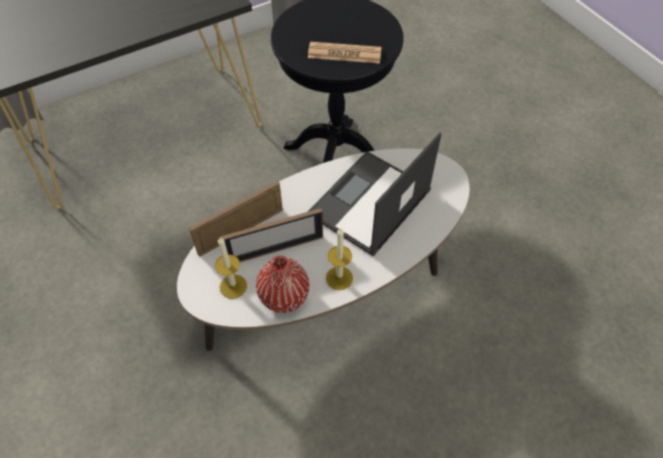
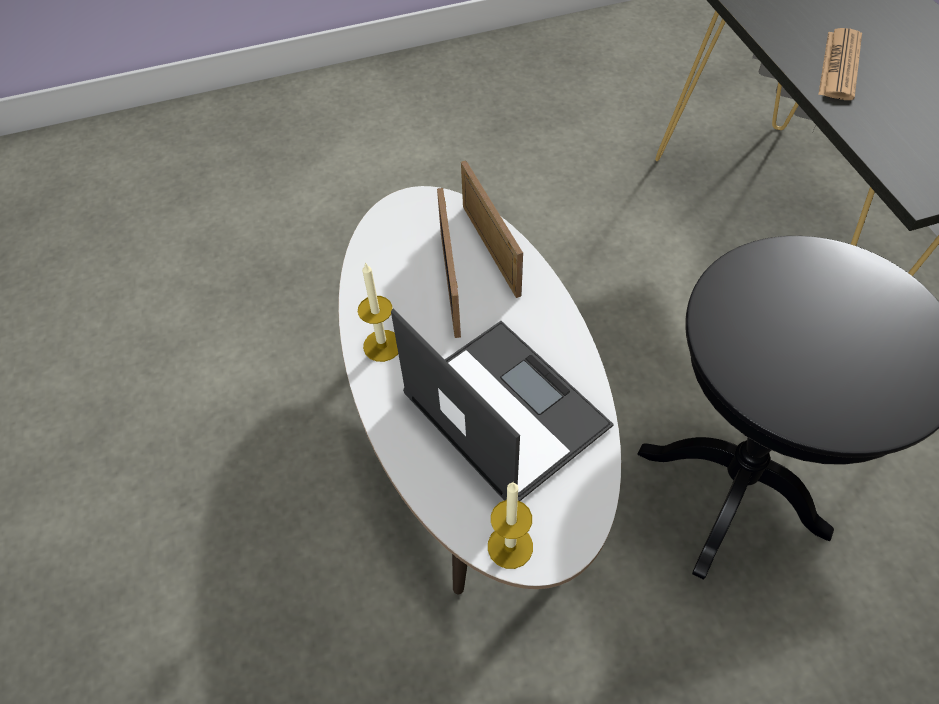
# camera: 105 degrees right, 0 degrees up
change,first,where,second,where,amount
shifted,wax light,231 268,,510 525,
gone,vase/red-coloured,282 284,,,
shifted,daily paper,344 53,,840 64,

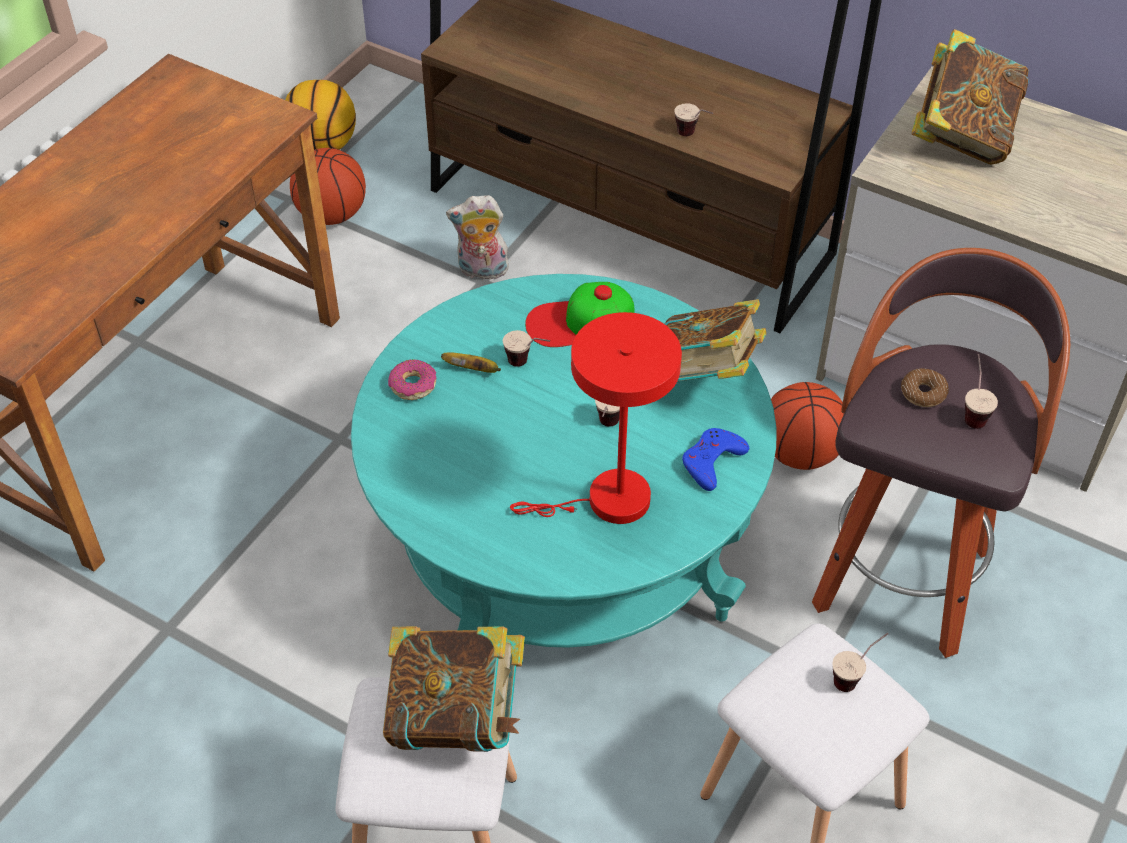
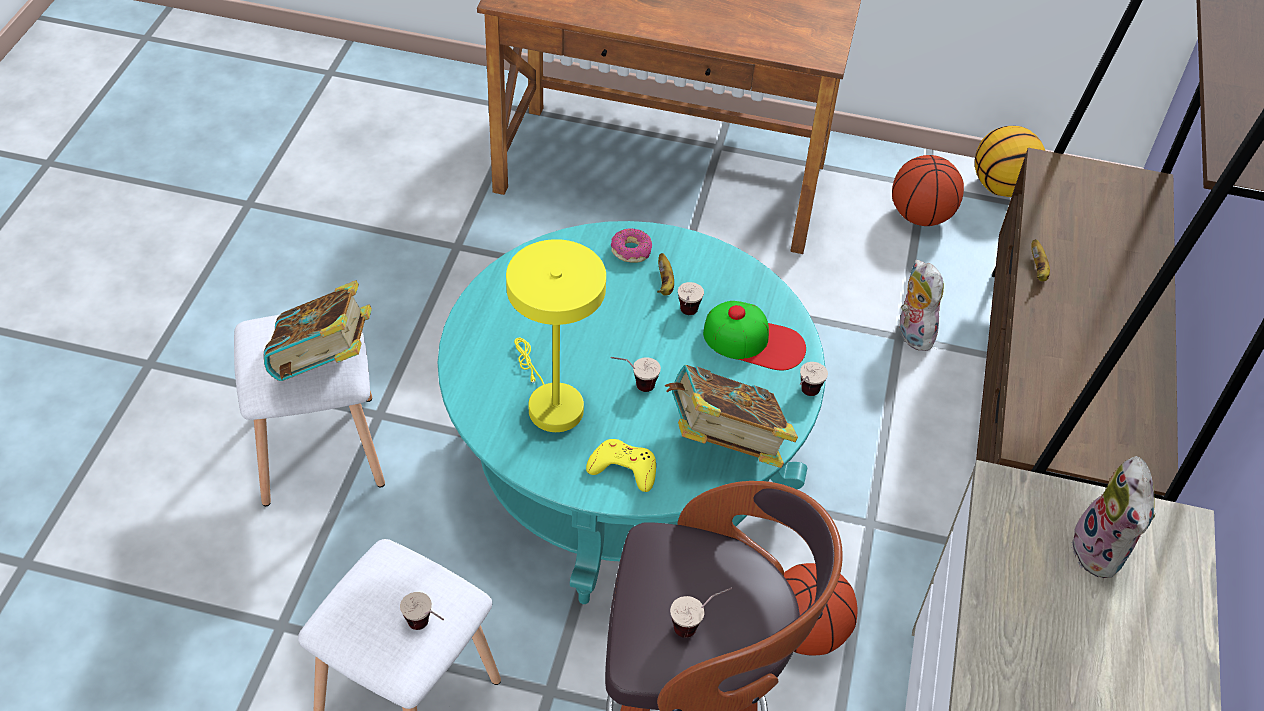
# camera: 70 degrees right, 0 degrees up
change,first,where,second,where,amount
repainted,table lamp/red-coloured,596 418,table lamp/yellowish,556 335,
rotated,peaked cap,580 314,,754 335,135 degrees clockwise
shifted,drinking cup,693 119,,814 379,
repainted,game controller/blue,715 459,game controller/yellowish,621 465,
gone,donut,925 387,,,
swapped,book,970 96,cuddly toy,1112 517,
new,,,whole banana,1040 260,

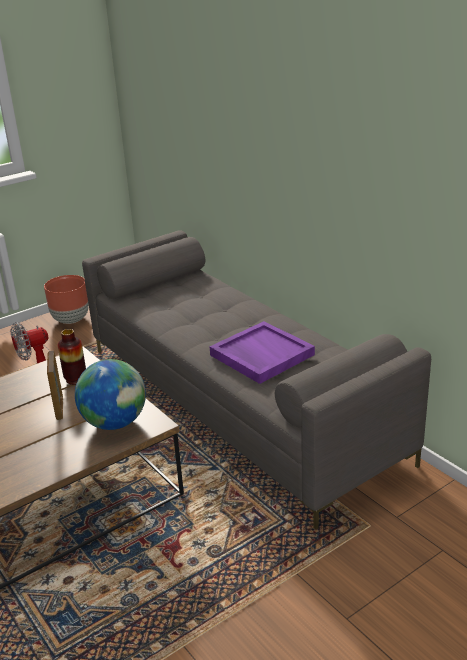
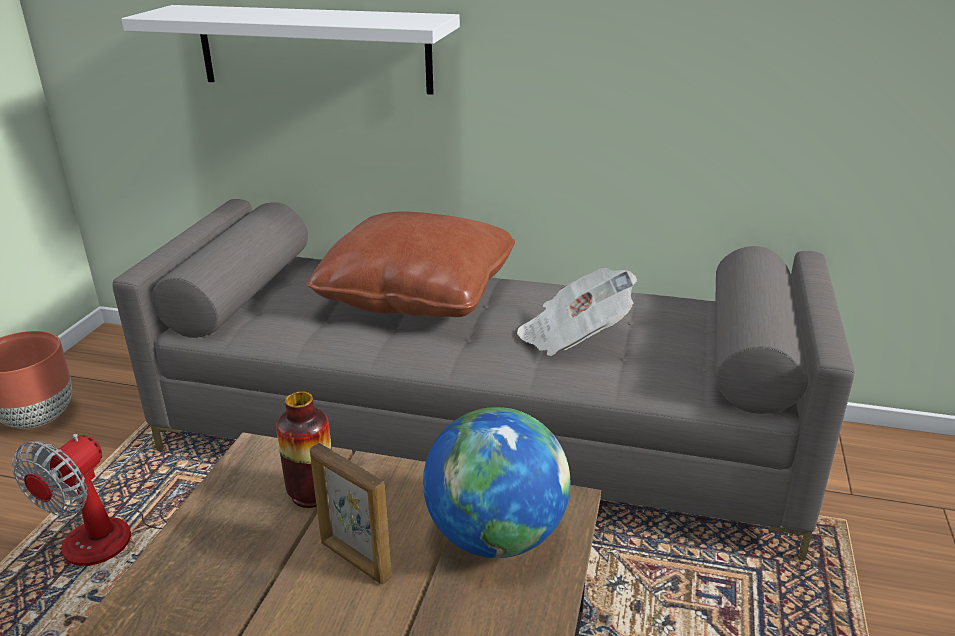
# camera: 40 degrees left, 0 degrees up
change,first,where,second,where,amount
swapped,carrying tray/purplish,262 352,daily paper,577 312,
new,,,wall shelf/whitish,291 50,
new,,,throw pillow/brownish,410 265,

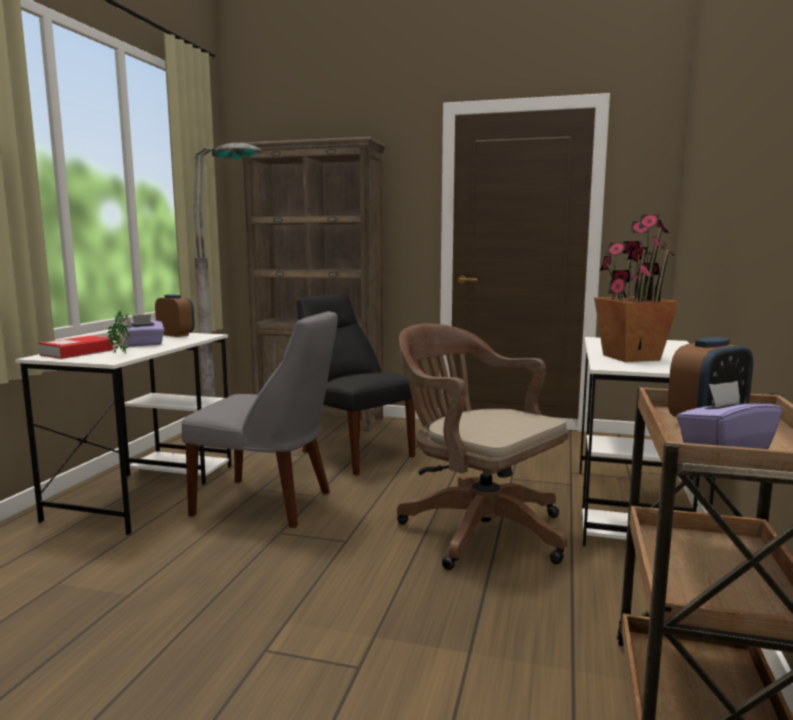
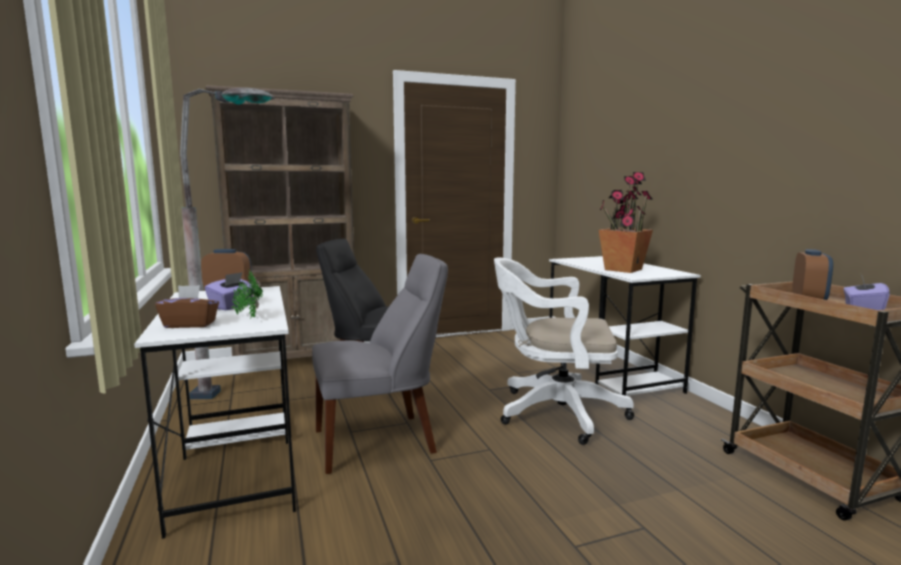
# camera: 35 degrees left, 0 degrees up
change,first,where,second,where,amount
swapped,book,76 347,box of tissues/brownish,187 306,
repainted,office chair/brownish,483 447,office chair/whitish,564 351,

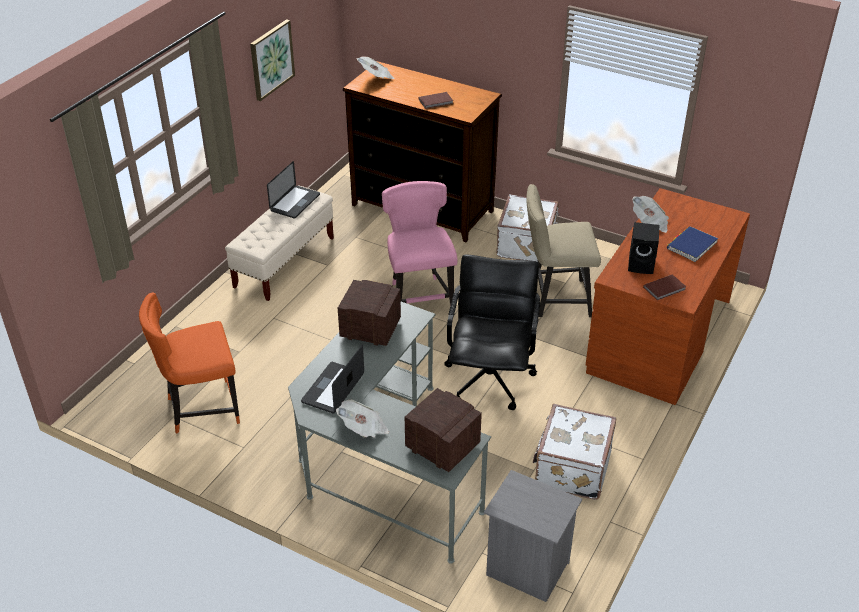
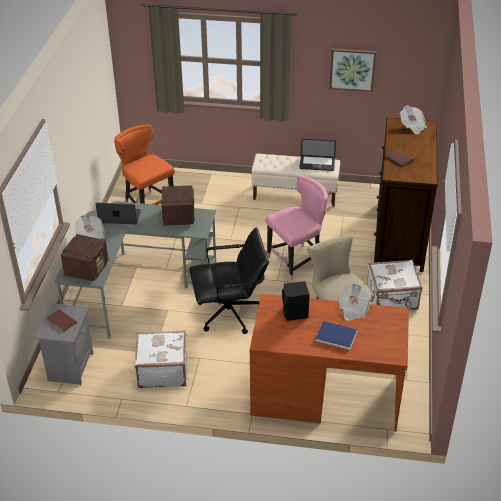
# camera: 70 degrees right, 0 degrees up
change,first,where,second,where,amount
shifted,book/brownish,664 287,,62 320,

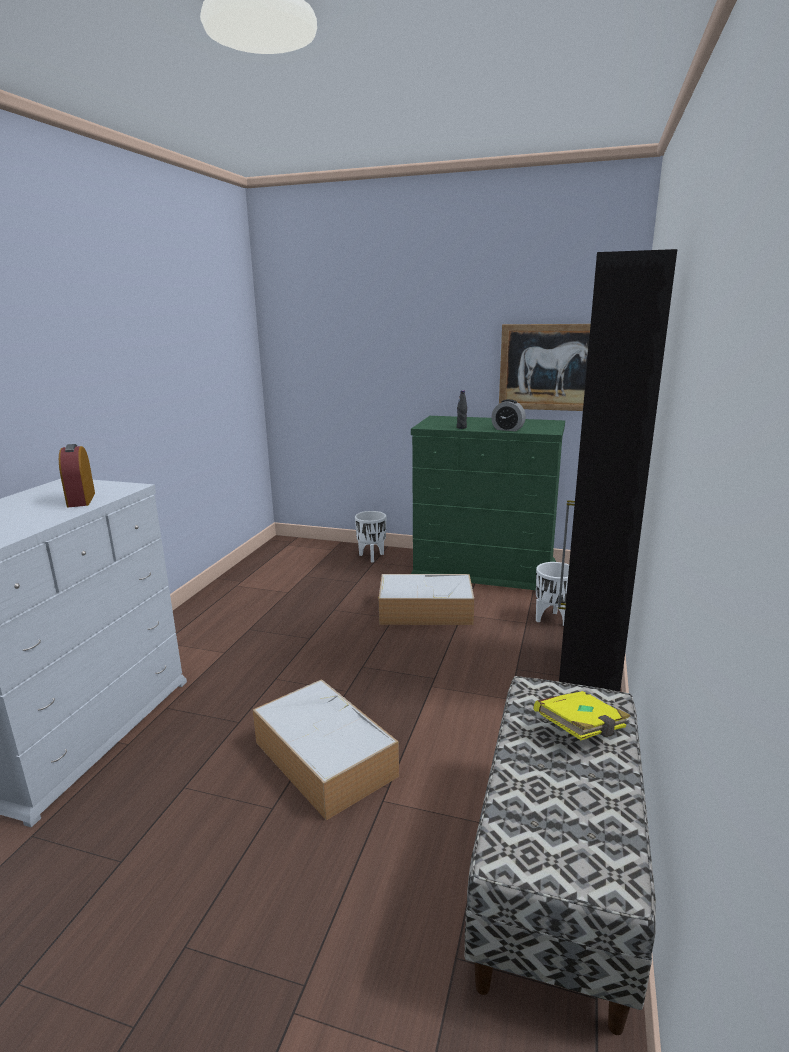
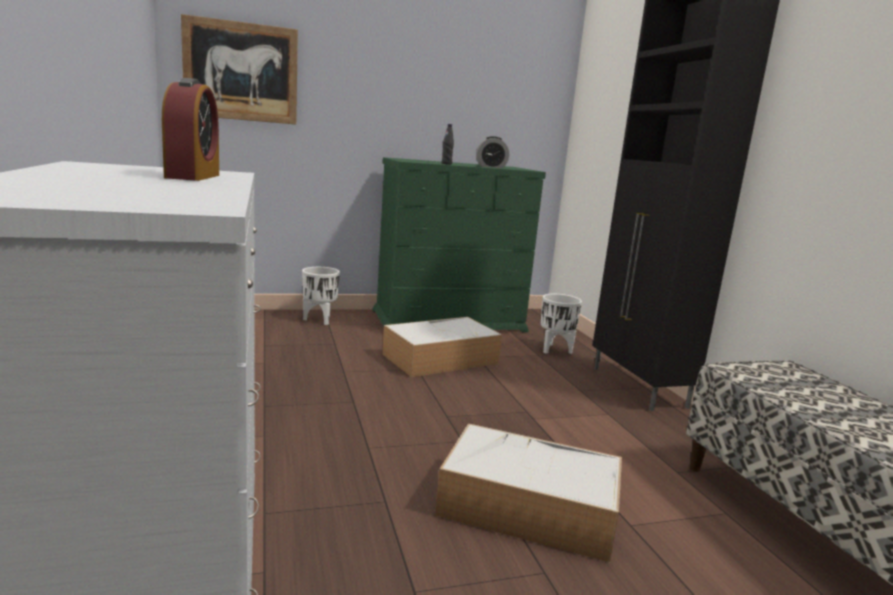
# camera: 35 degrees left, 5 degrees down
change,first,where,second,where,amount
rotated,table clock,77 475,,190 129,135 degrees counterclockwise
shifted,picture,545 367,,239 69,
gone,book/yellowish,582 715,,,

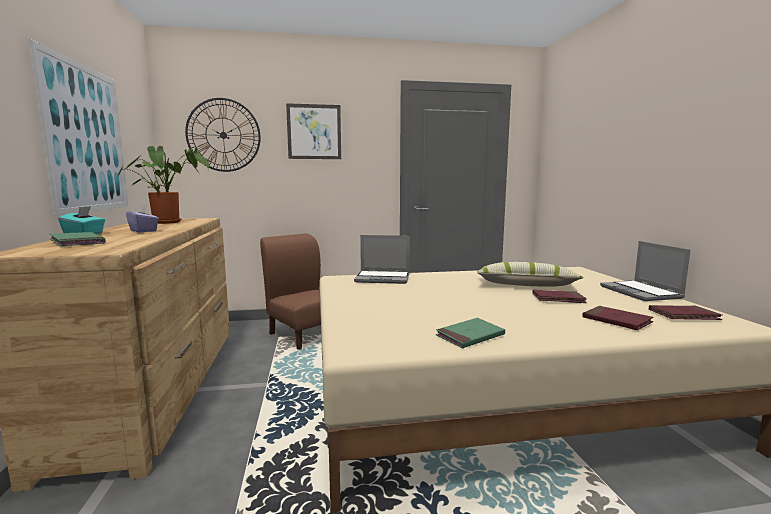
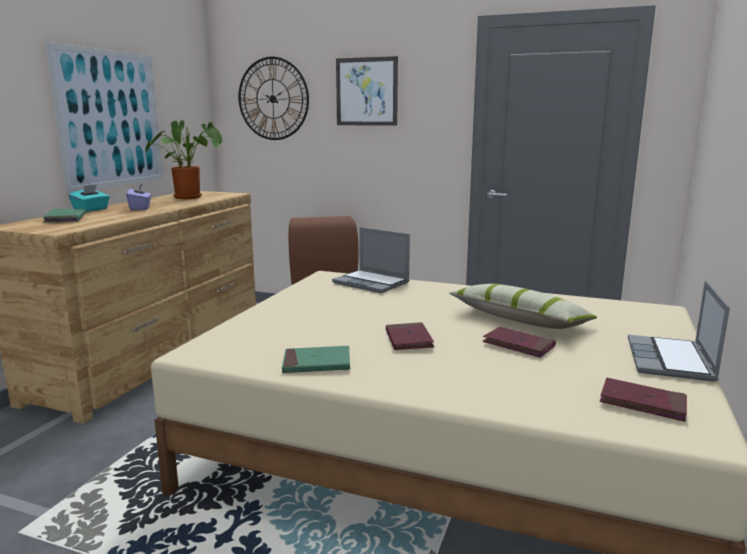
# camera: 30 degrees right, 5 degrees up
change,first,where,second,where,amount
shifted,book/red-coloured,617 318,,410 336,

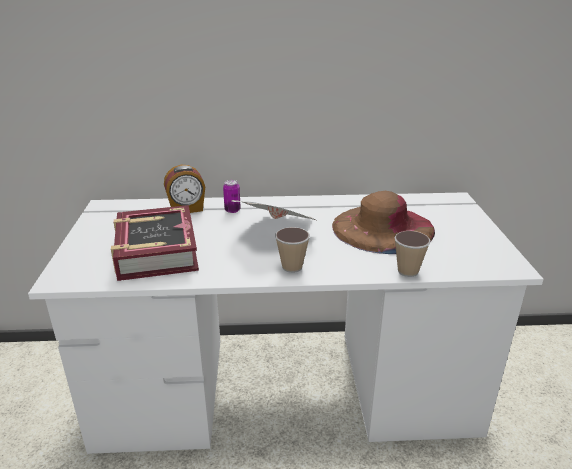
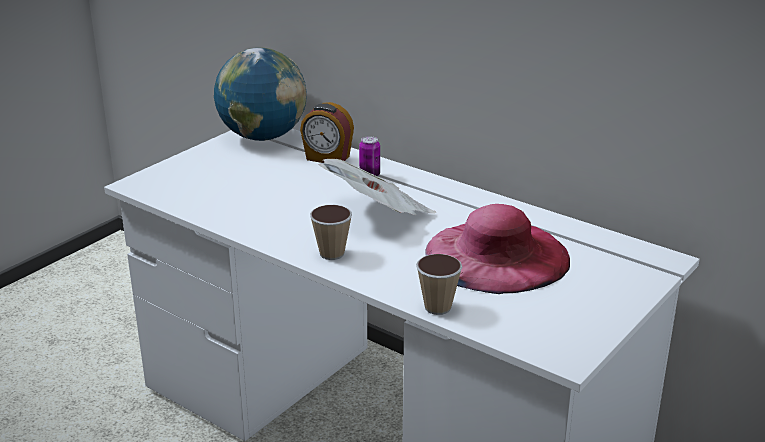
# camera: 40 degrees right, 0 degrees up
change,first,where,second,where,amount
gone,book,155 243,,,
repainted,wearable hat/brownish,383 222,wearable hat/pink,498 249,
new,,,world globe,260 94,

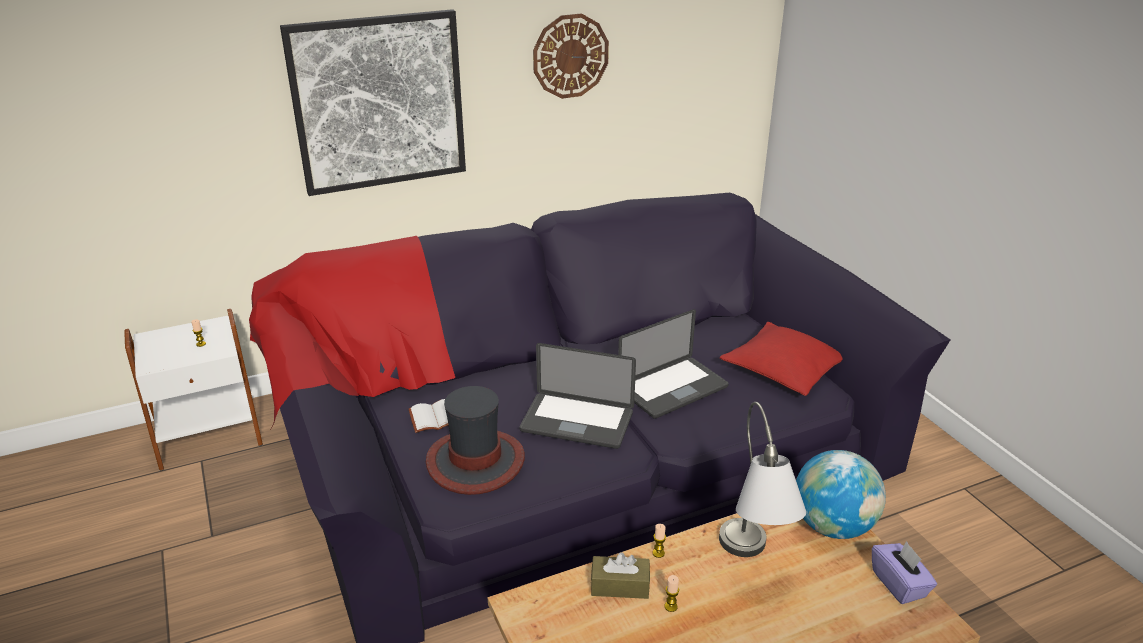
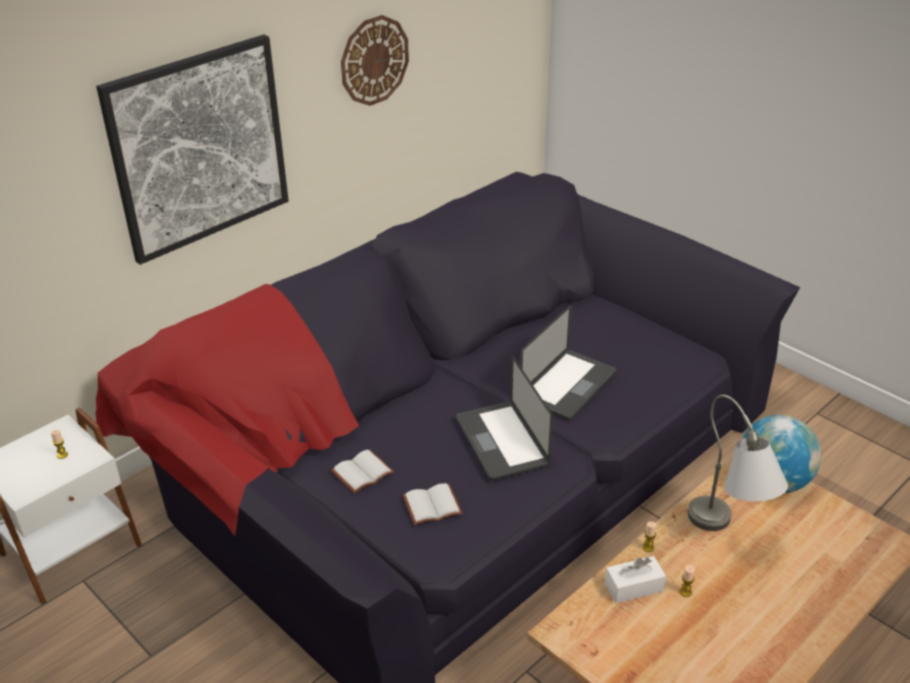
# camera: 20 degrees left, 5 degrees up
change,first,where,second,where,amount
swapped,wearable hat,475 440,book/whitish,433 504,
rotated,notebook computer,577 396,,504 418,75 degrees clockwise
repainted,box of tissues/brownish,620 575,box of tissues/whitish,635 579,
gone,throw pillow/red-coloured,781 359,,,
gone,box of tissues/purplish,904 572,,,

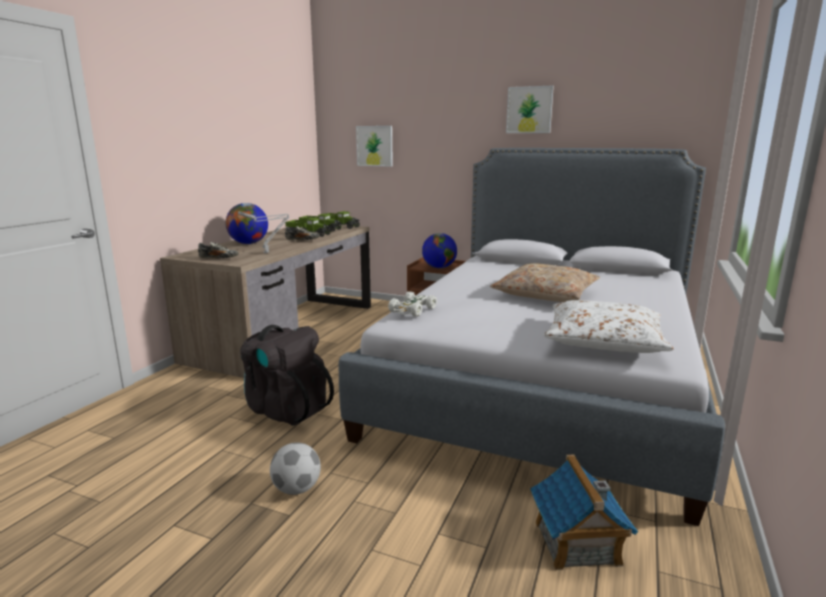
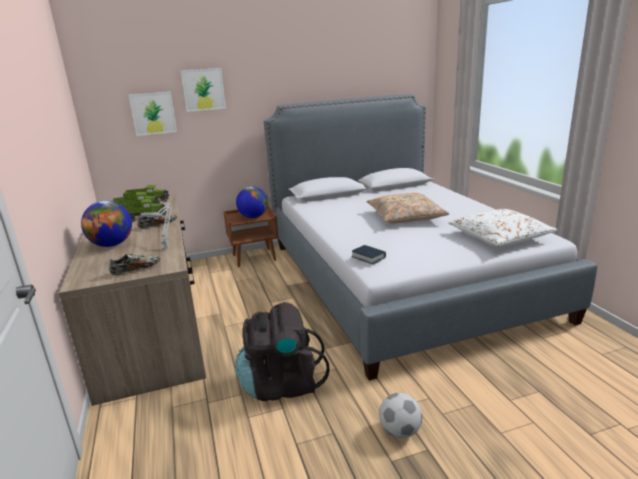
# camera: 40 degrees left, 5 degrees up
change,first,where,second,where,amount
swapped,toy car/whitish,412 304,book,369 254,
shifted,picture,530 109,,203 90,
gone,miniature house,584 512,,,

